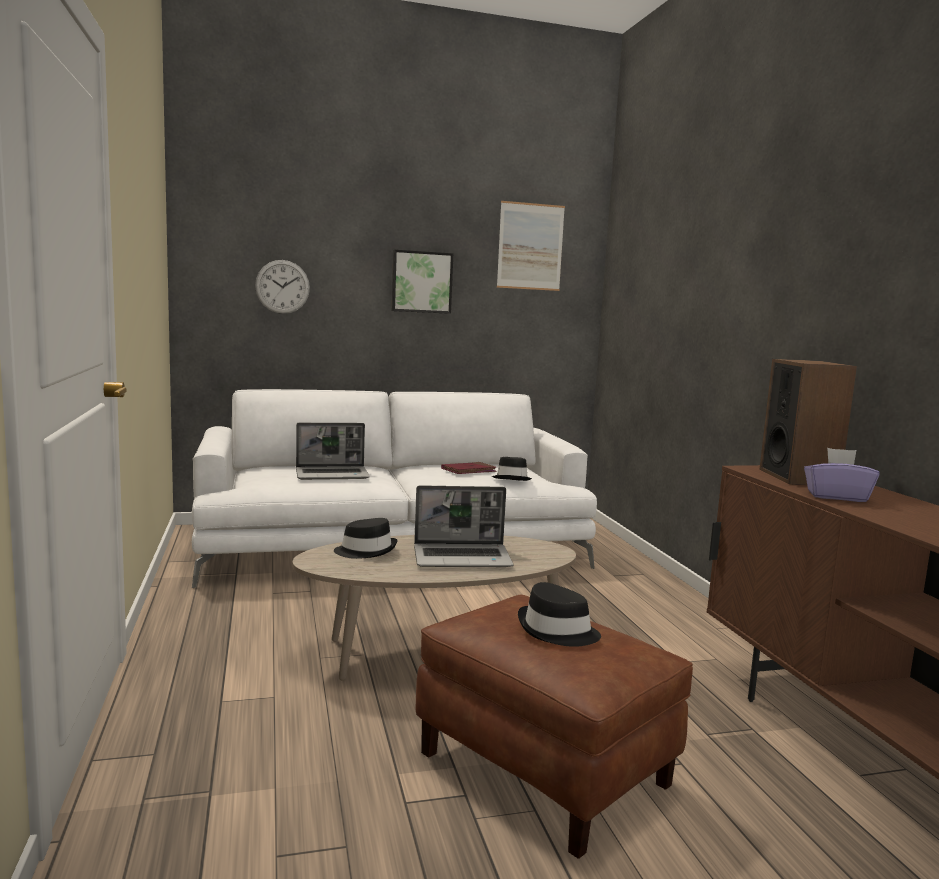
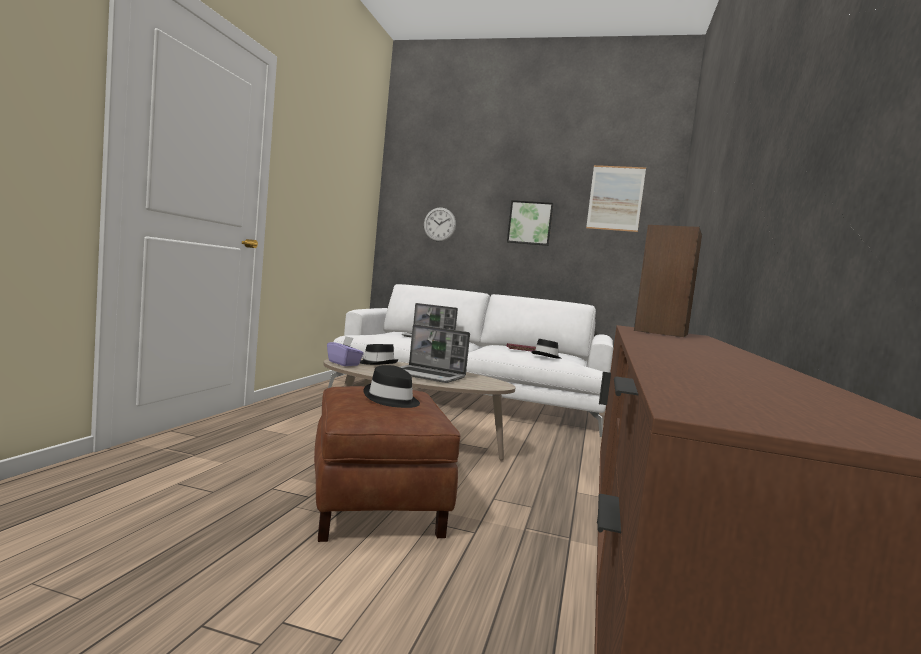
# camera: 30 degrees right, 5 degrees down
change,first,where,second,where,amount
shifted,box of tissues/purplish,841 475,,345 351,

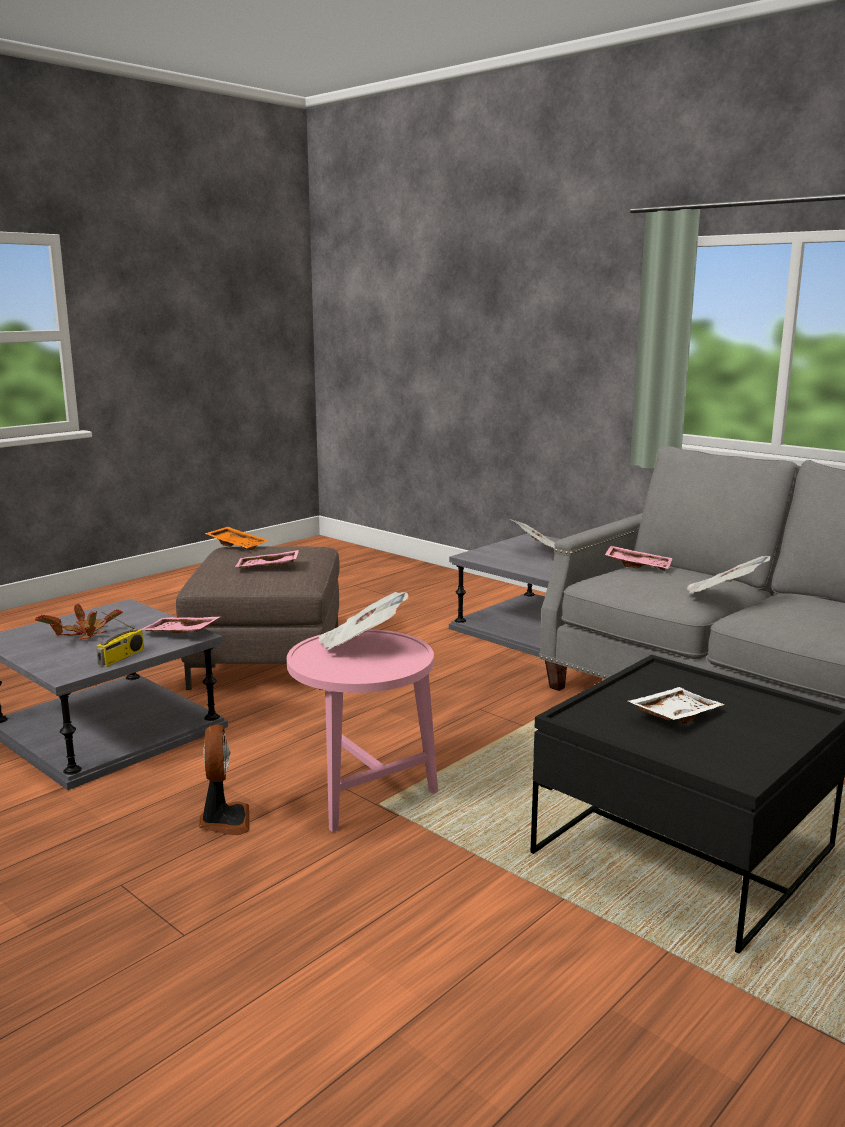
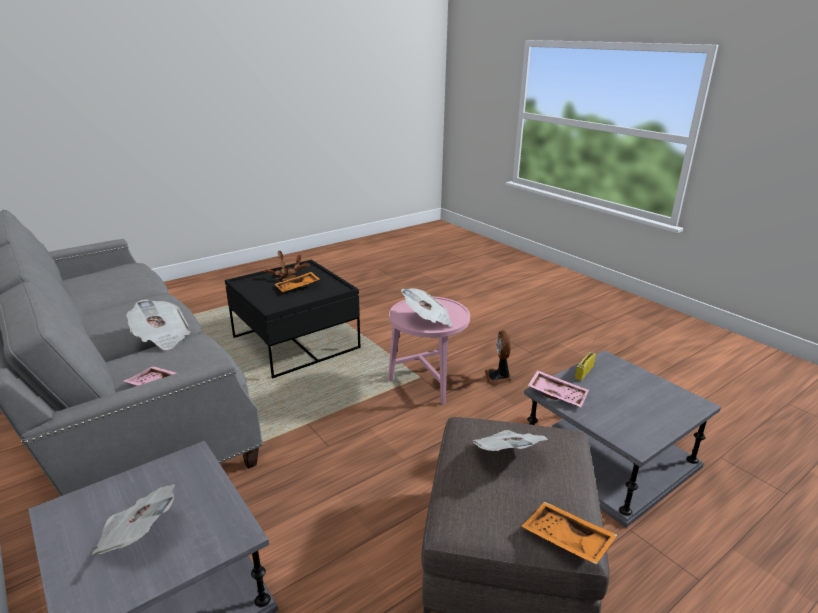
# camera: 170 degrees left, 10 degrees up
change,first,where,second,where,amount
shifted,potted plant,79 621,,287 265,
swapped,carrying tray/pink,267 559,daily paper,510 440,
repainted,carrying tray/whitish,676 705,carrying tray/orange-coloured,297 282,

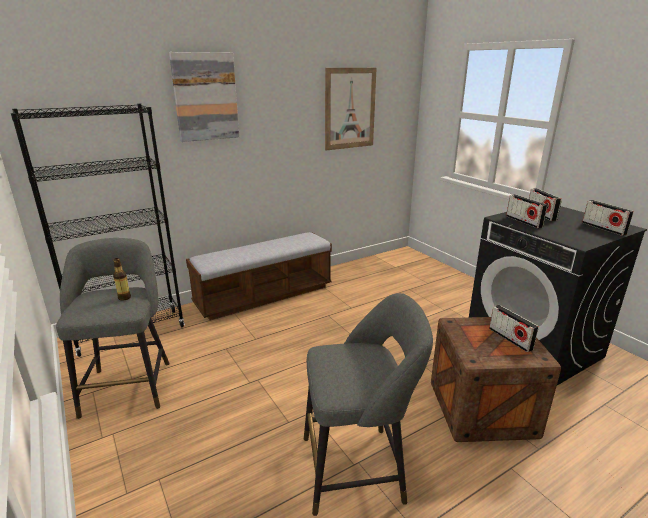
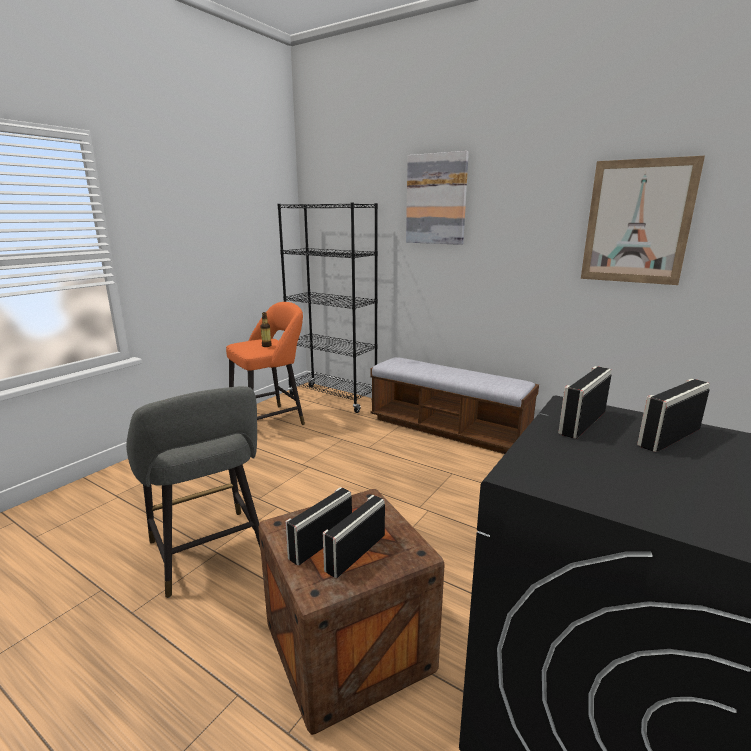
# camera: 65 degrees right, 5 degrees down
change,first,where,second,where,amount
repainted,sitting stool/gray,113 328,sitting stool/orange-coloured,265 363,
shifted,radio set,608 218,,318 526,

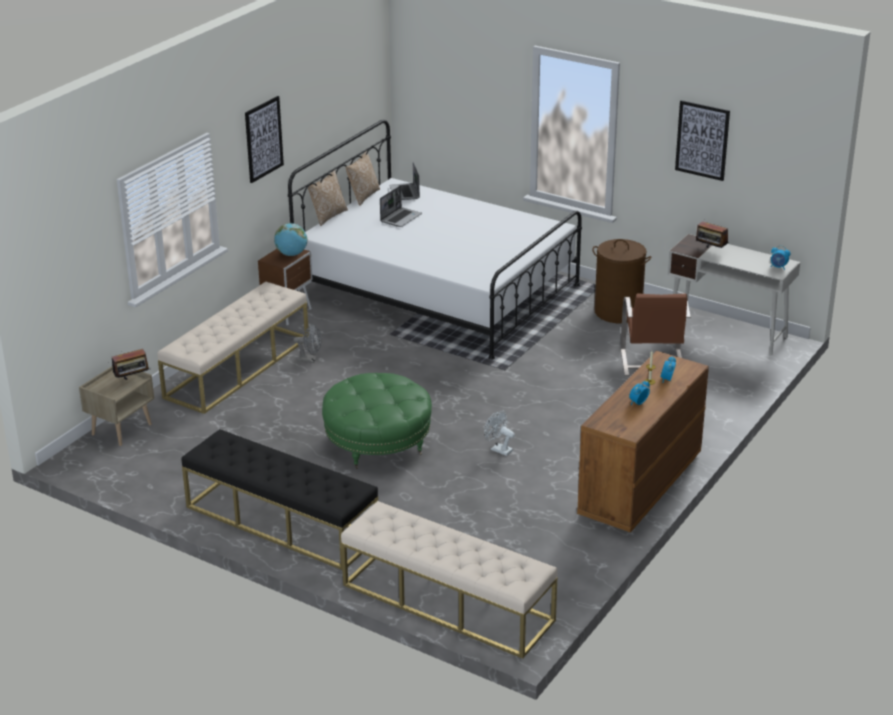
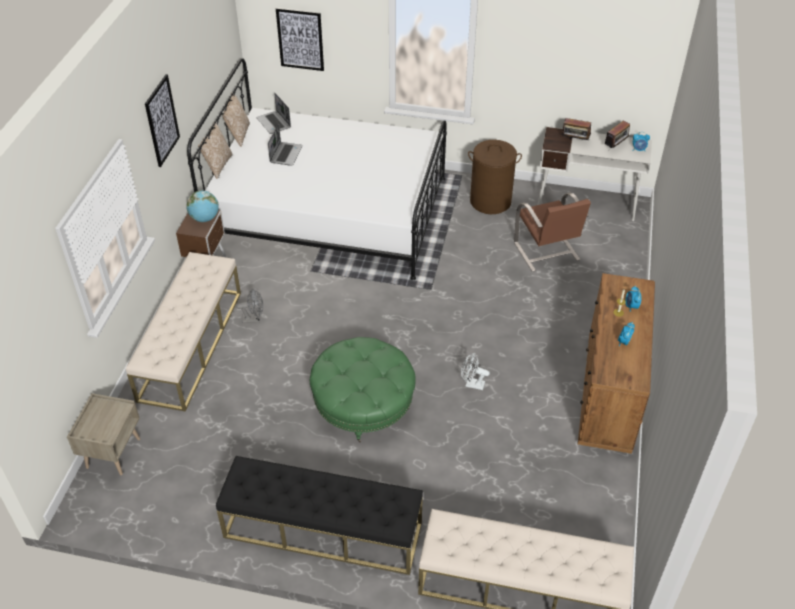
# camera: 20 degrees left, 15 degrees up
change,first,where,second,where,amount
shifted,radio set,131 364,,617 134,
shifted,picture,702 140,,300 39,

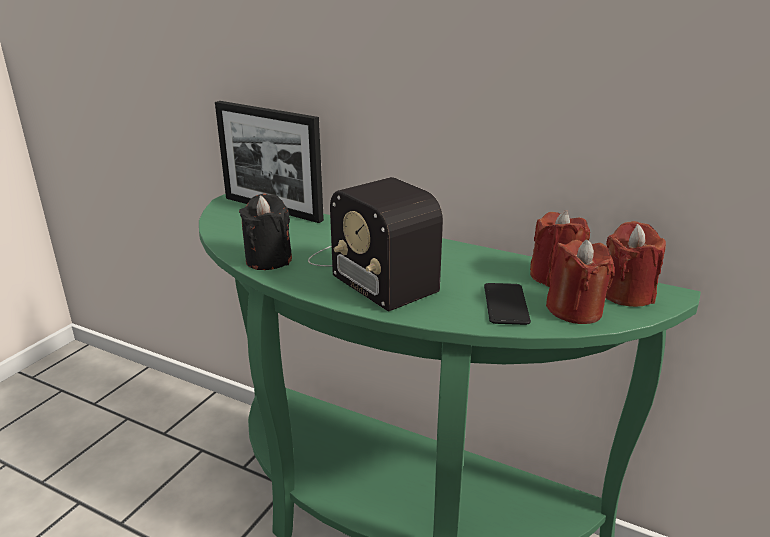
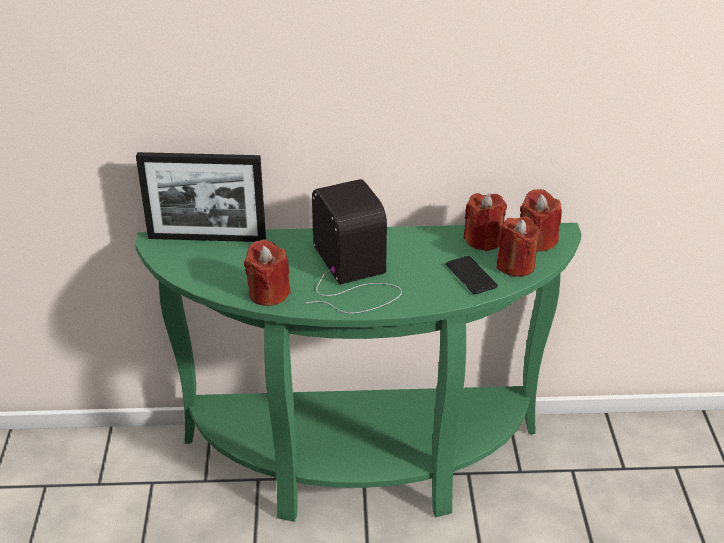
# camera: 30 degrees left, 10 degrees up
change,first,where,second,where,amount
repainted,wax light/black-coloured,265 232,wax light/red-coloured,267 272,
rotated,radio set,375 244,,354 246,135 degrees counterclockwise

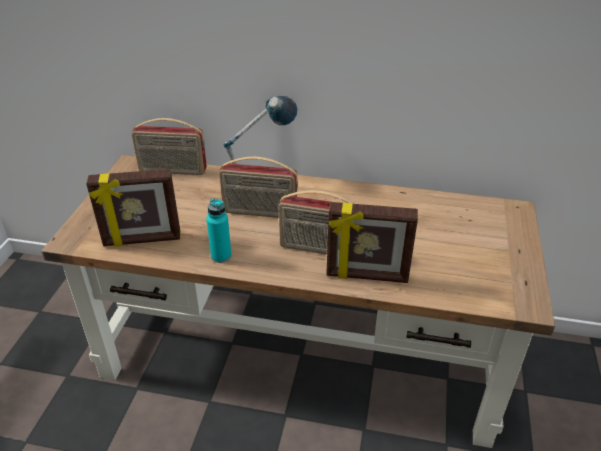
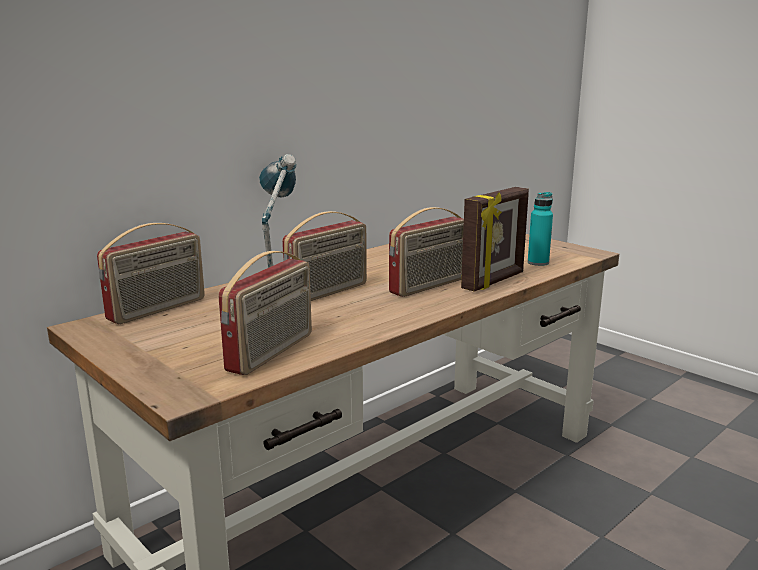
# camera: 55 degrees left, 20 degrees down
change,first,where,second,where,amount
swapped,standing frame,133 208,radio set,265 313,
shifted,bottle/blue-green,219 230,,540 229,

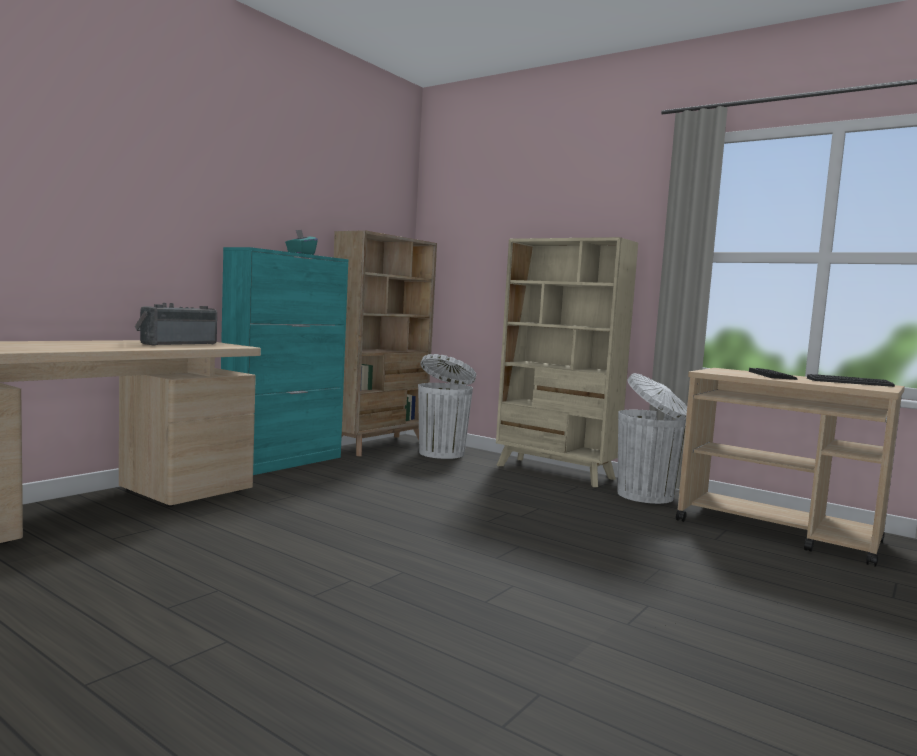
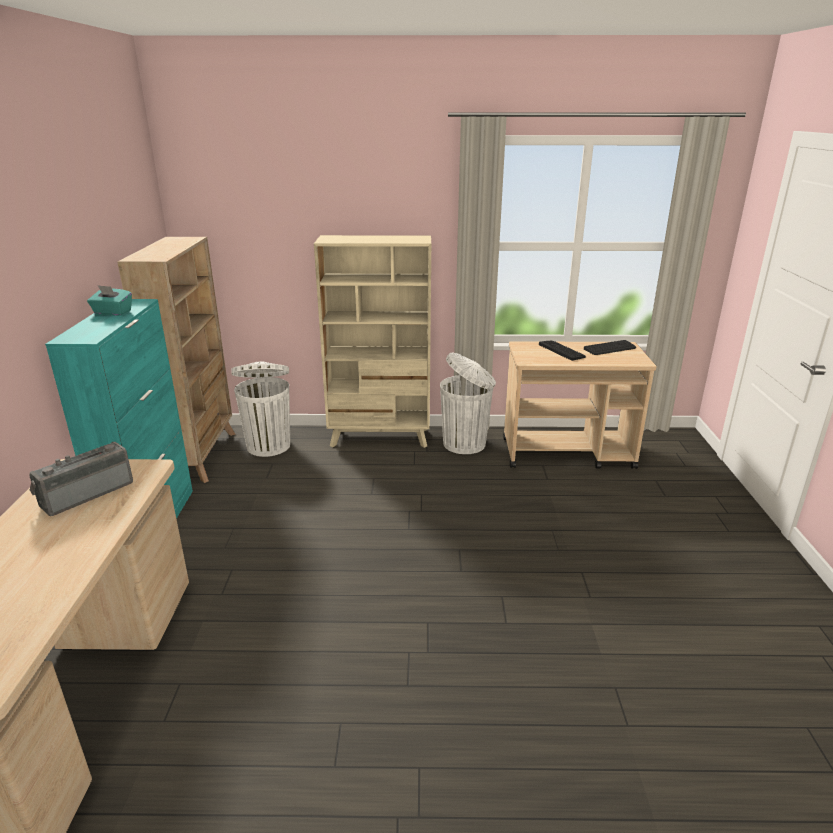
# camera: 35 degrees left, 20 degrees up
change,first,where,second,where,amount
rotated,radio set,176 324,,81 479,45 degrees clockwise

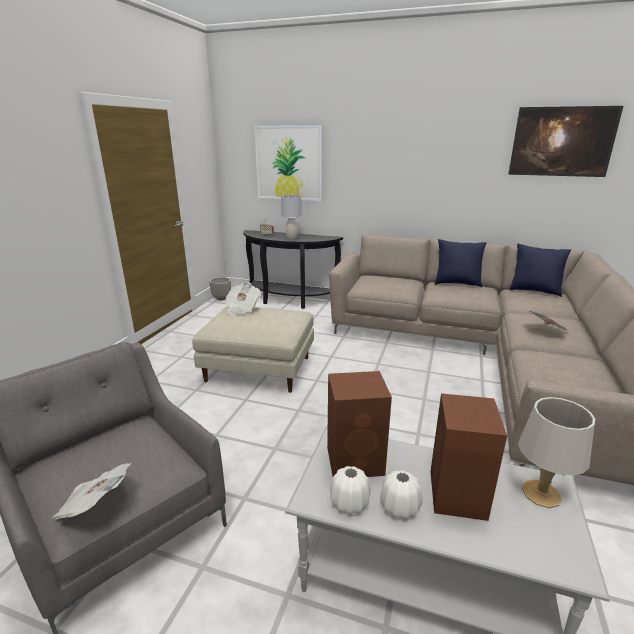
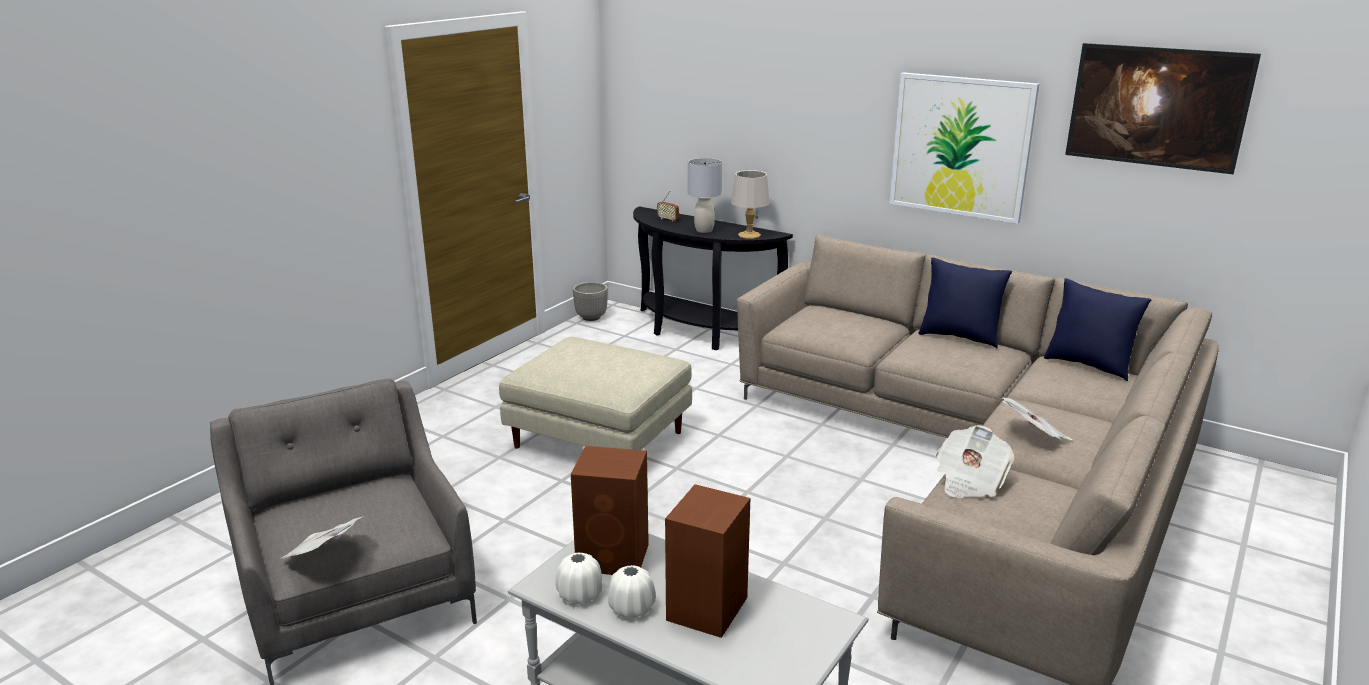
# camera: 15 degrees right, 0 degrees up
change,first,where,second,where,amount
shifted,daily paper,243 298,,975 461,
shifted,picture,288 163,,964 148,
shifted,table lamp/gray,556 452,,750 204,

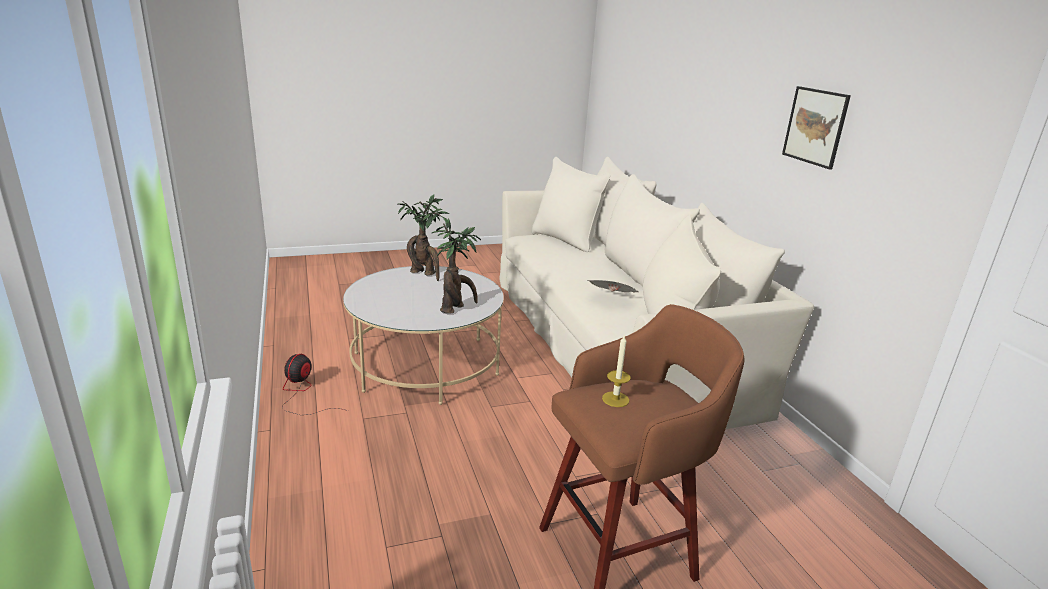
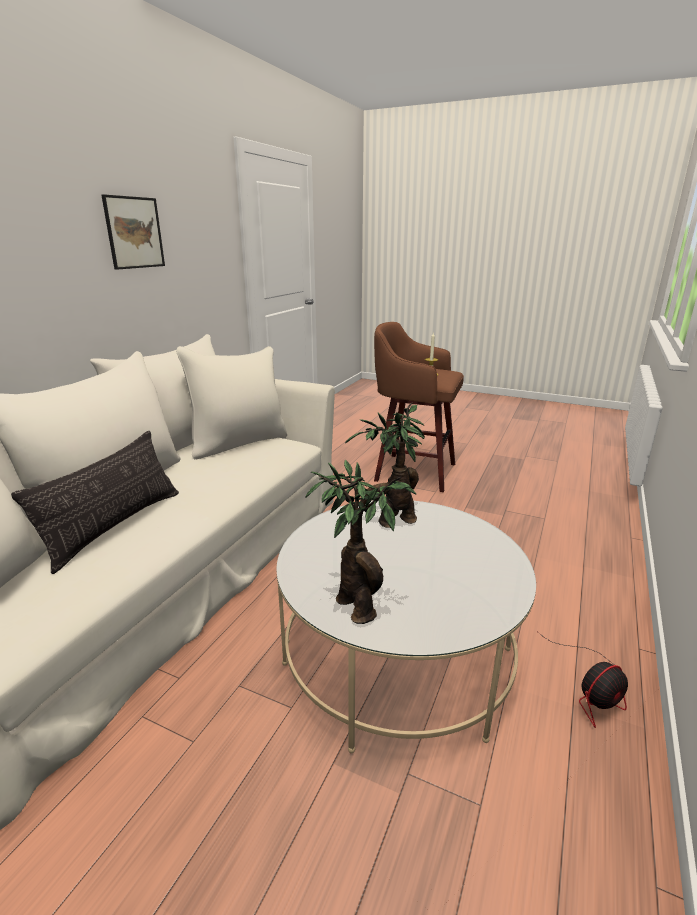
# camera: 135 degrees left, 0 degrees up
change,first,where,second,where,amount
gone,daily paper,613 286,,,
new,,,throw pillow,95 502,

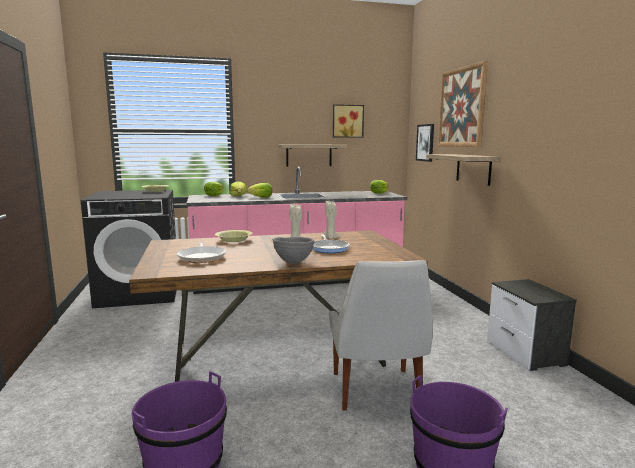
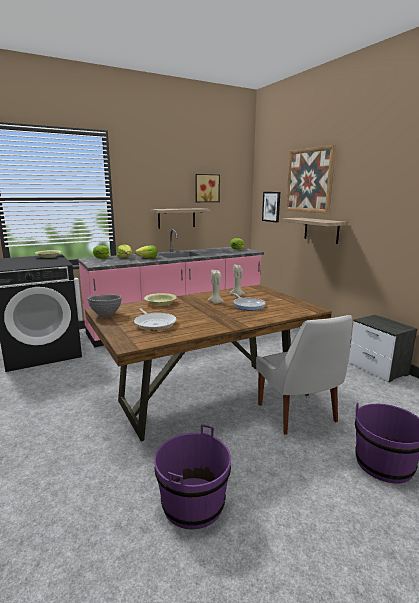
# camera: 15 degrees left, 5 degrees up
change,first,where,second,where,amount
shifted,deep dish/gray,293 250,,104 305,

